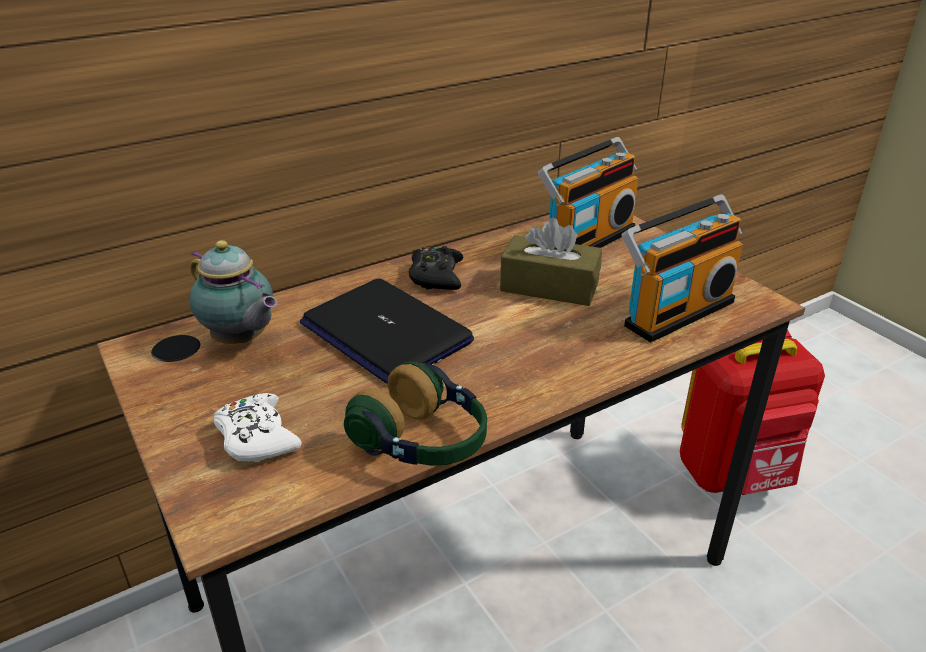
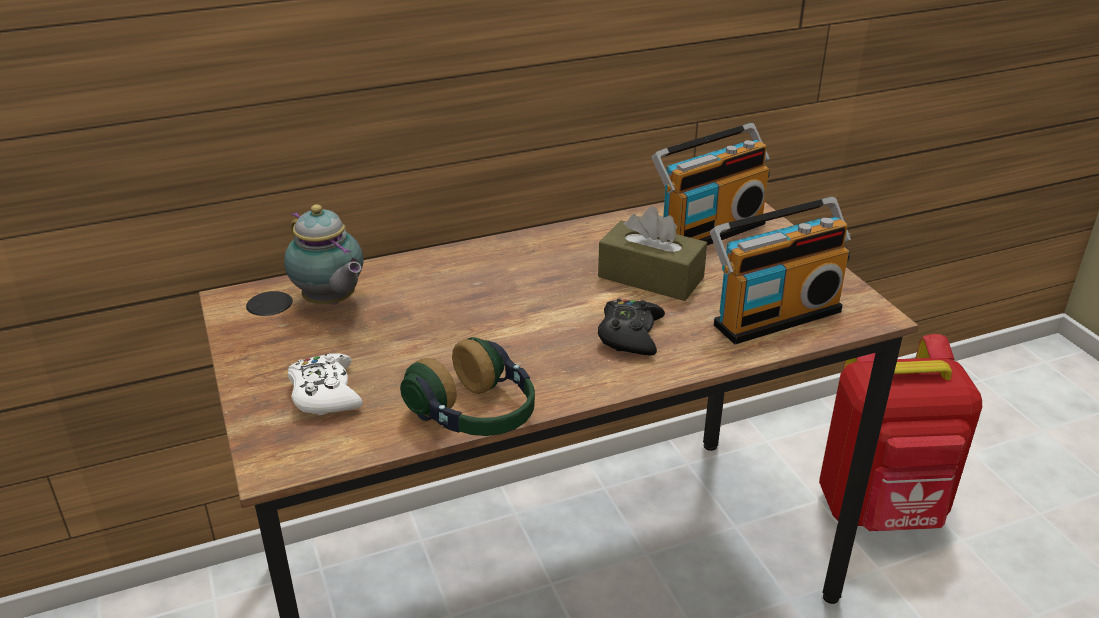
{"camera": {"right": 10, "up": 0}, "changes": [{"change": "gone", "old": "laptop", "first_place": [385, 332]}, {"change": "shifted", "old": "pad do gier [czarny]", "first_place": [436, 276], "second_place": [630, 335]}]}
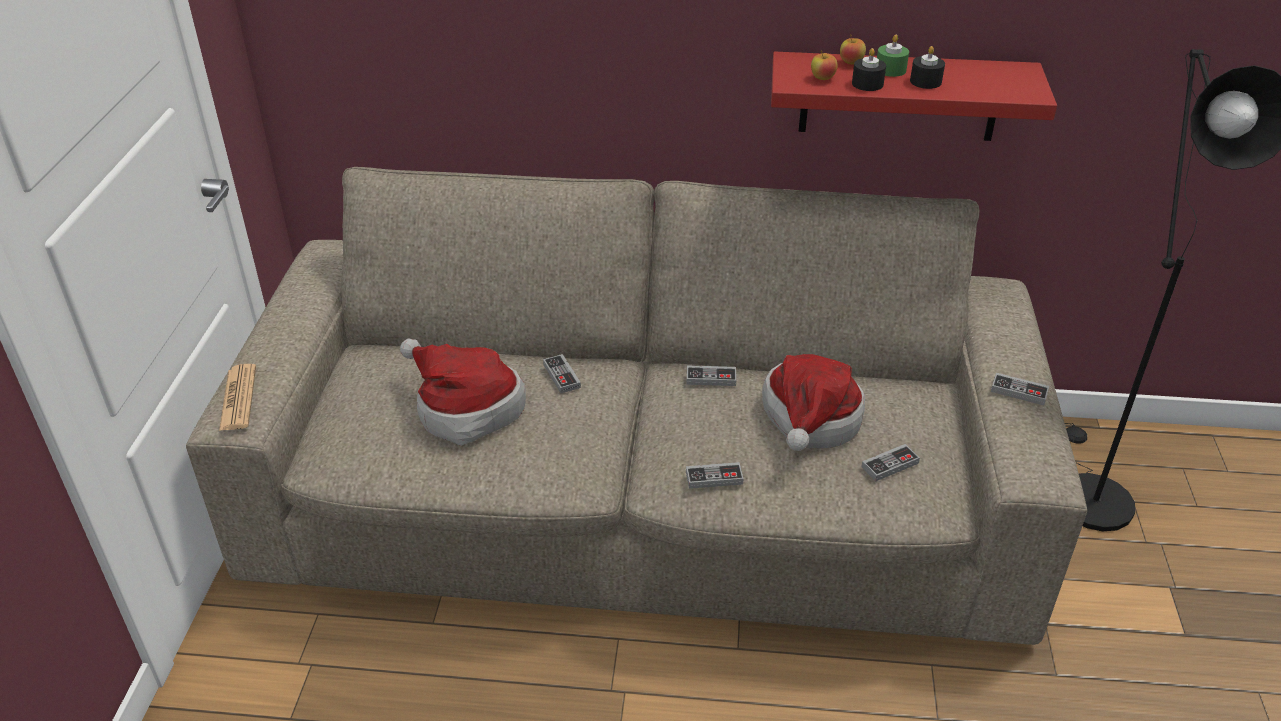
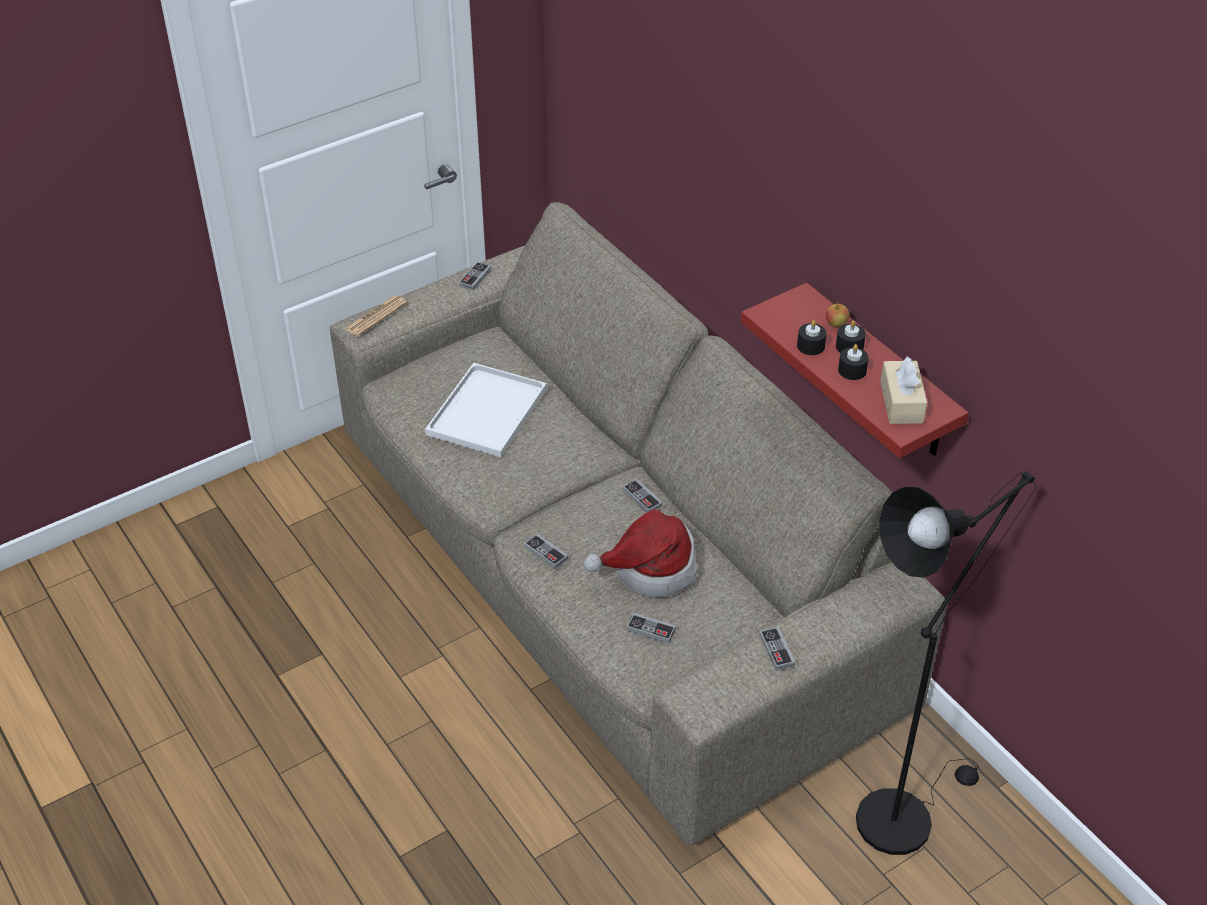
{"camera": {"right": 50, "up": 5}, "changes": [{"change": "swapped", "old": "kapelusz", "new": "taca [biały]", "first_place": [464, 409], "second_place": [487, 410]}, {"change": "shifted", "old": "pad do gier", "first_place": [561, 376], "second_place": [475, 278]}, {"change": "gone", "old": "jabłko", "first_place": [822, 78]}, {"change": "repainted", "old": "świeca [zielony]", "new": "świeca [czarny]", "first_place": [890, 69], "second_place": [849, 346]}, {"change": "new", "new": "pudełko chusteczek [beżowy]", "second_place": [901, 402]}]}
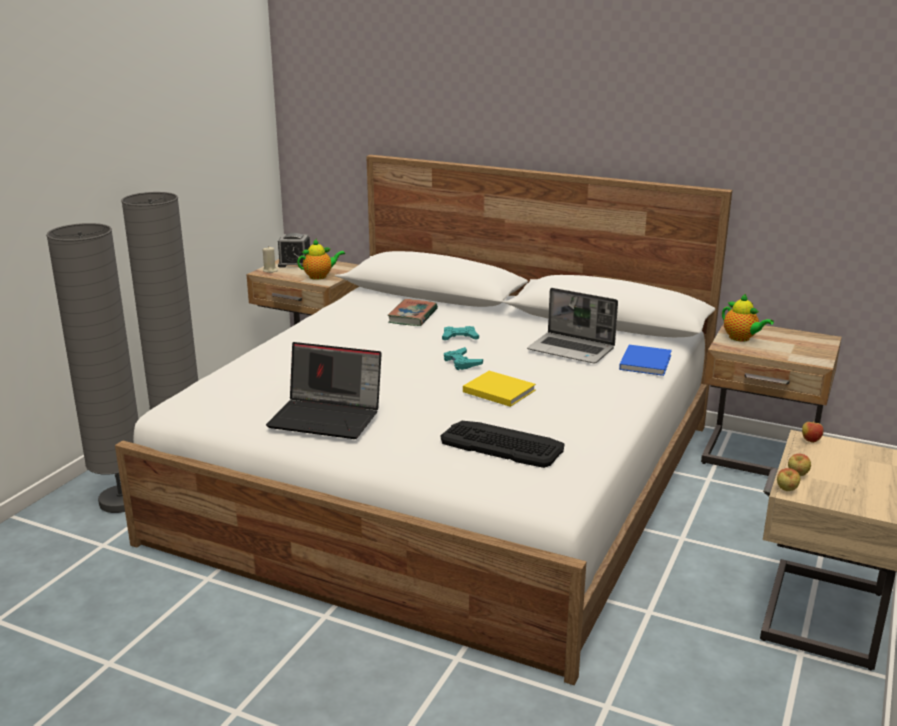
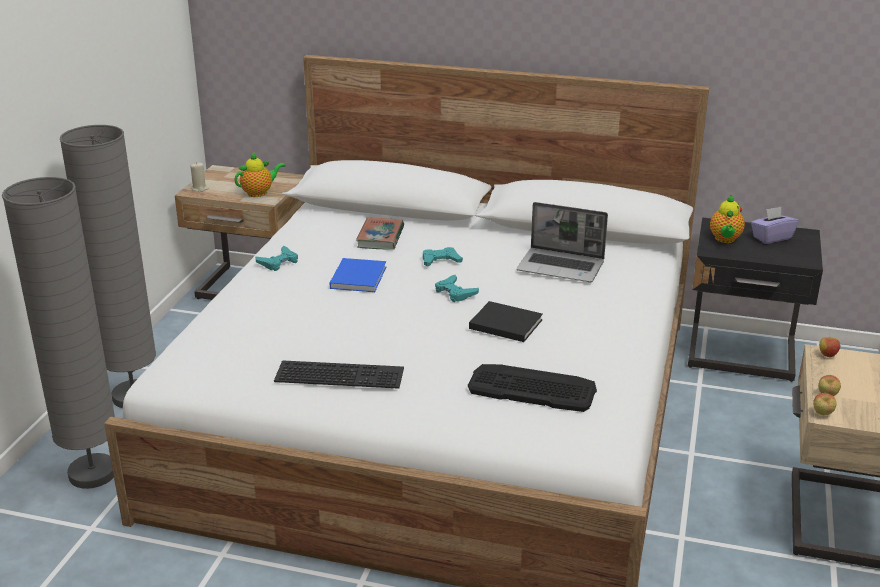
{"camera": {"right": -10, "up": 5}, "changes": [{"change": "swapped", "old": "laptop", "new": "klawiatura", "first_place": [327, 417], "second_place": [341, 373]}, {"change": "gone", "old": "budzik", "first_place": [295, 264]}, {"change": "repainted", "old": "książka [żółty]", "new": "książka [czarny]", "first_place": [497, 390], "second_place": [503, 323]}, {"change": "shifted", "old": "książka [niebieski]", "first_place": [645, 361], "second_place": [359, 276]}, {"change": "repainted", "old": "szafka nocna [beżowy]", "new": "szafka nocna [czarny]", "first_place": [759, 458], "second_place": [742, 356]}, {"change": "rotated", "old": "imbryk", "first_place": [741, 338], "second_place": [725, 240], "degrees": 60}, {"change": "new", "new": "pad do gier [turkusowy]", "second_place": [278, 262]}, {"change": "new", "new": "pudełko chusteczek [fioletowy]", "second_place": [771, 238]}]}
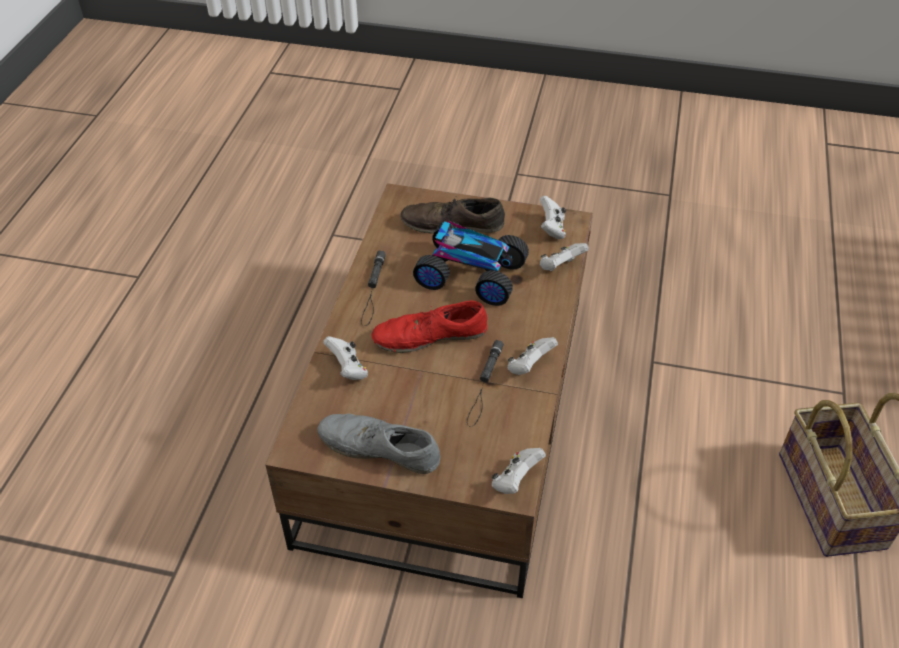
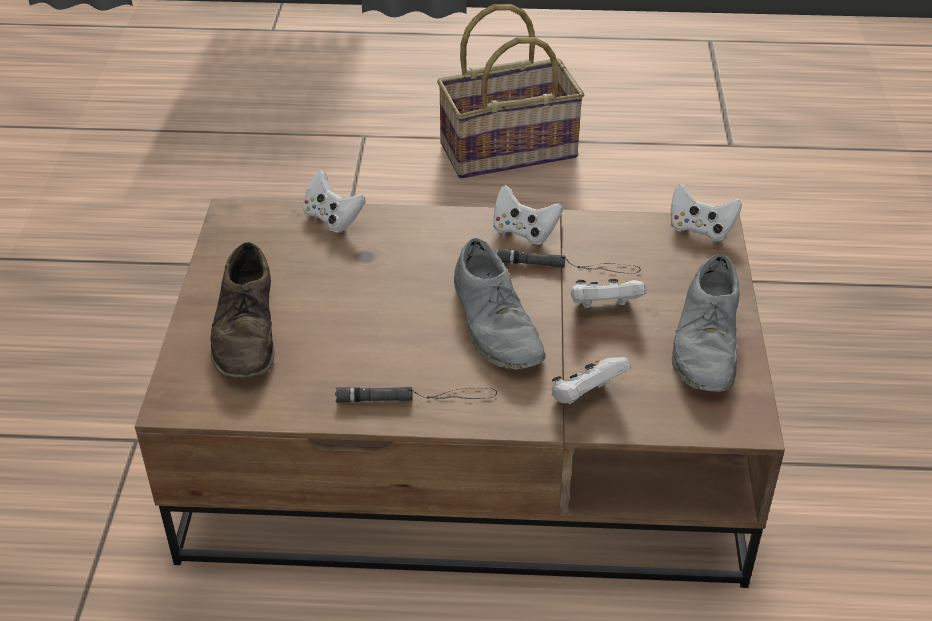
{"camera": {"right": -100, "up": -5}, "changes": [{"change": "repainted", "old": "but [czerwony]", "new": "but [szary]", "first_place": [429, 335], "second_place": [496, 324]}, {"change": "gone", "old": "samochodzik", "first_place": [470, 275]}, {"change": "shifted", "old": "pad do gier [biały]", "first_place": [552, 229], "second_place": [604, 307]}]}
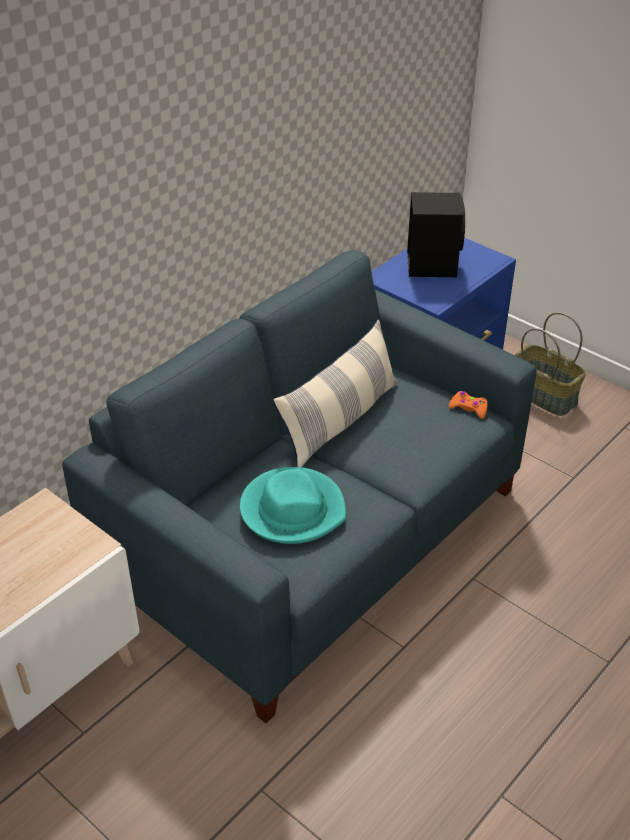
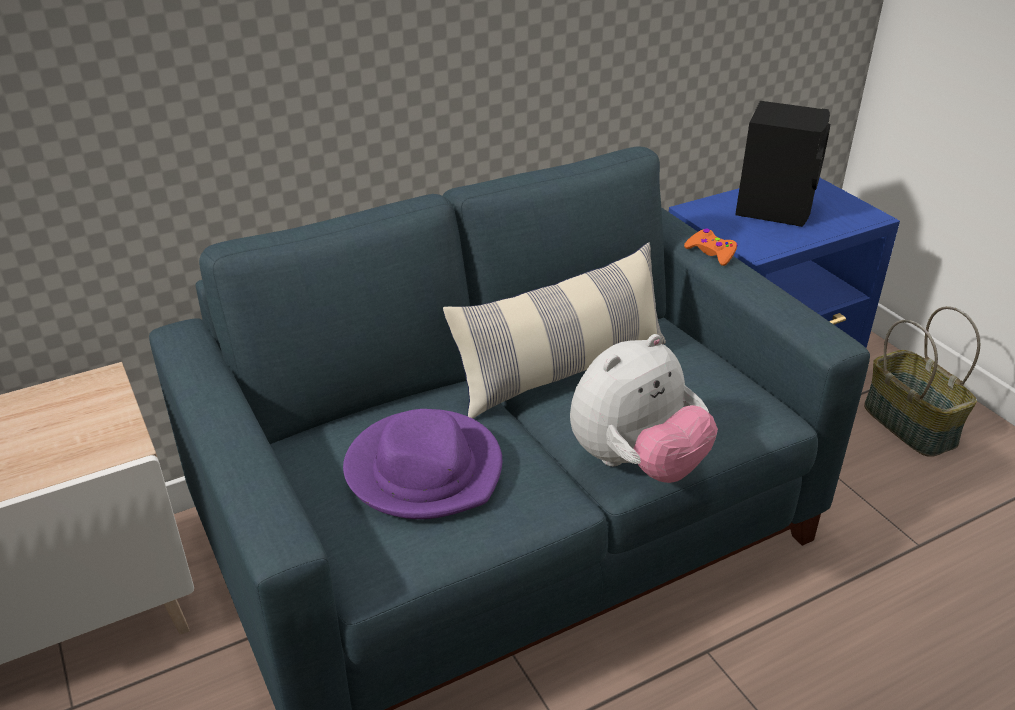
{"camera": {"right": 20, "up": -5}, "changes": [{"change": "repainted", "old": "kapelusz [turkusowy]", "new": "kapelusz [fioletowy]", "first_place": [292, 509], "second_place": [425, 470]}, {"change": "shifted", "old": "pad do gier [pomarańczowy]", "first_place": [469, 408], "second_place": [711, 253]}, {"change": "new", "new": "pluszak", "second_place": [636, 463]}]}
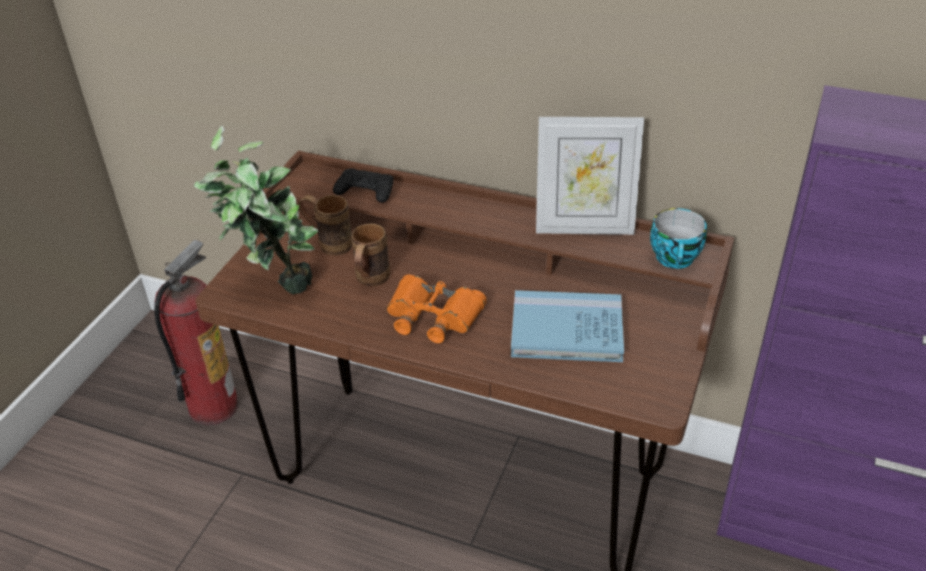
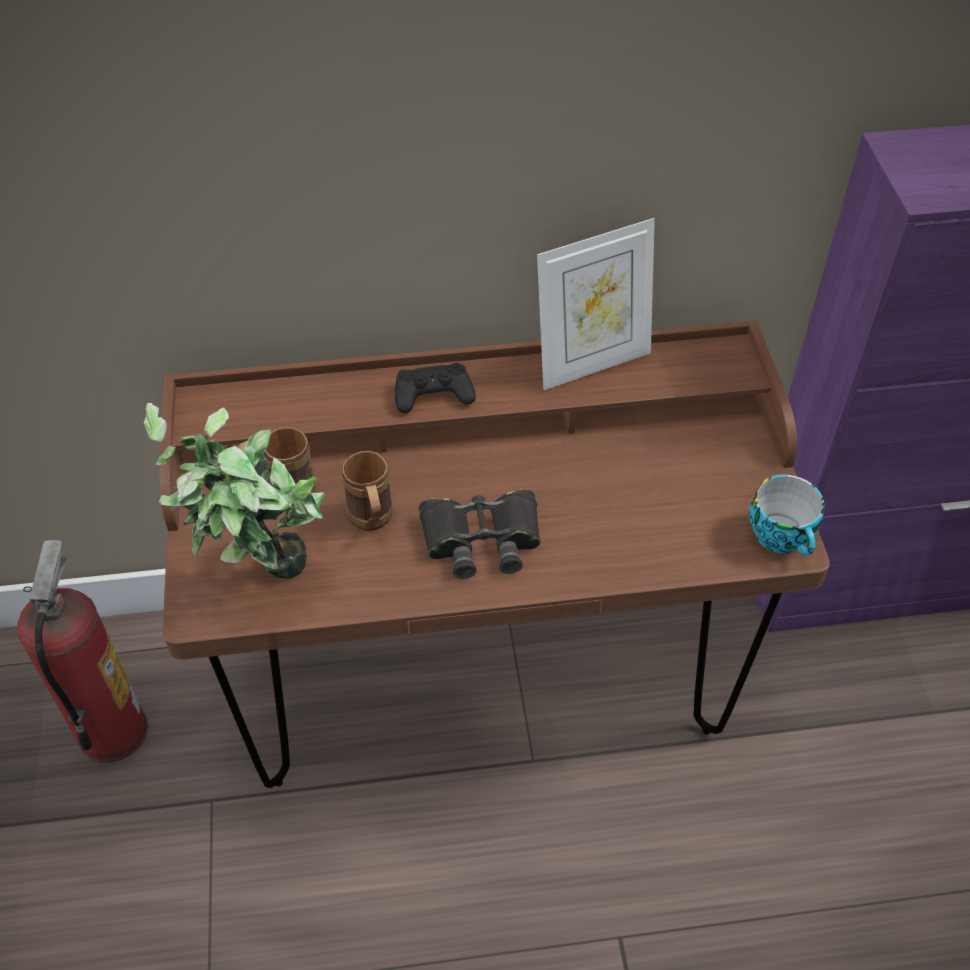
{"camera": {"right": -30, "up": 10}, "changes": [{"change": "shifted", "old": "pad do gier [czarny]", "first_place": [365, 190], "second_place": [433, 394]}, {"change": "repainted", "old": "lornetka [pomarańczowy]", "new": "lornetka [czarny]", "first_place": [433, 315], "second_place": [481, 539]}, {"change": "gone", "old": "książka [niebieski]", "first_place": [566, 330]}, {"change": "shifted", "old": "filiżanka", "first_place": [676, 259], "second_place": [782, 536]}]}
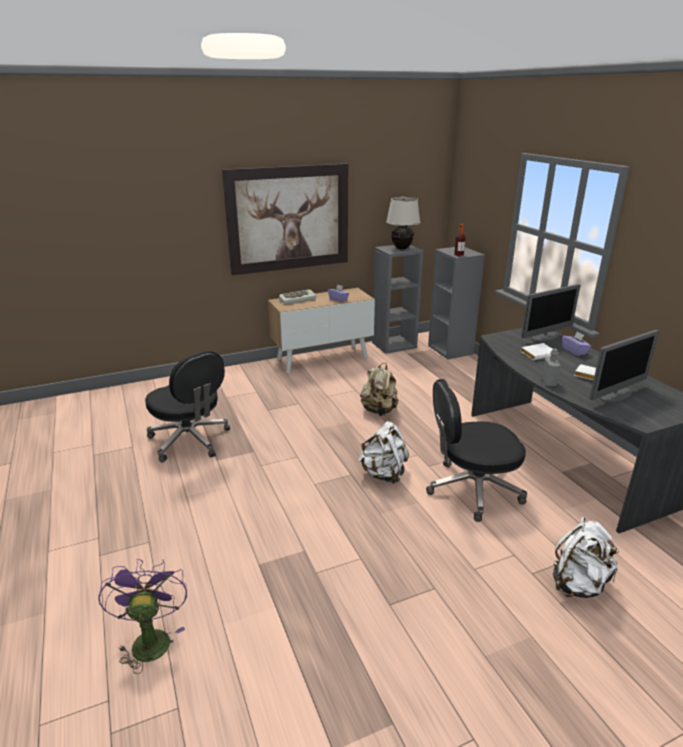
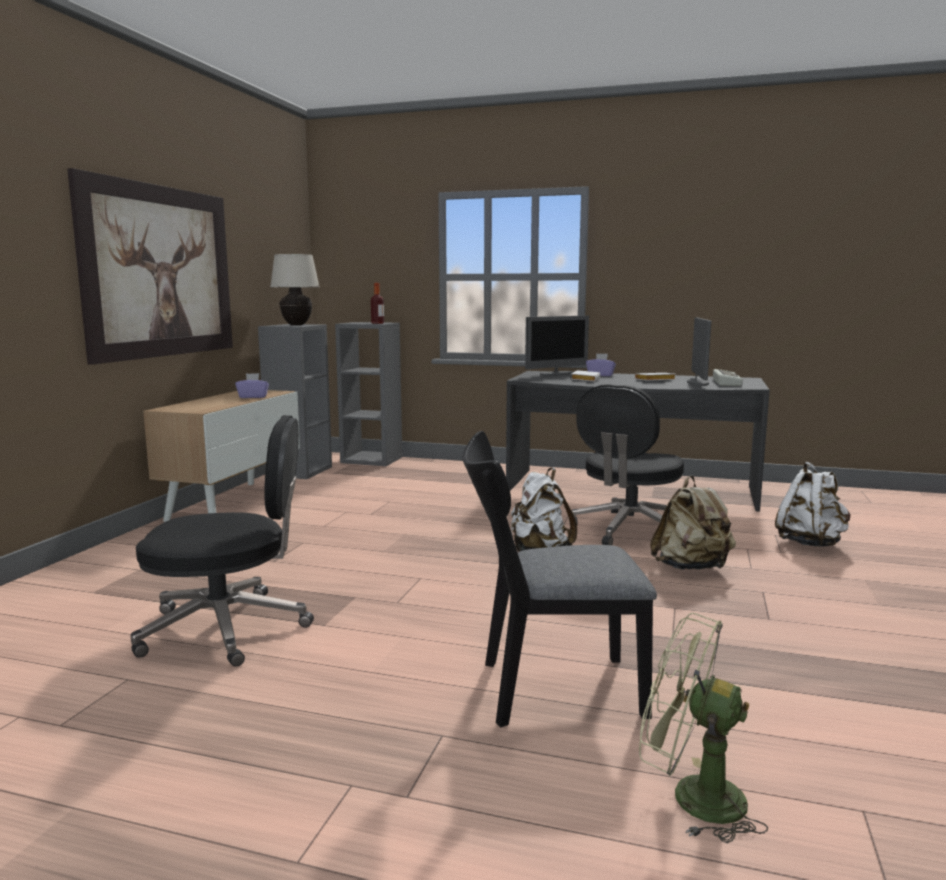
{"camera": {"right": -50, "up": -15}, "changes": [{"change": "repainted", "old": "wentylator [fioletowy]", "new": "wentylator [zielony]", "first_place": [150, 638], "second_place": [692, 797]}, {"change": "shifted", "old": "klawiatura", "first_place": [297, 300], "second_place": [725, 382]}, {"change": "shifted", "old": "plecak [beżowy]", "first_place": [379, 410], "second_place": [691, 568]}, {"change": "rotated", "old": "monitor", "first_place": [546, 337], "second_place": [556, 374], "degrees": 45}, {"change": "gone", "old": "butelka [szary]", "first_place": [548, 383]}, {"change": "new", "new": "krzesło [czarny]", "second_place": [548, 689]}]}
